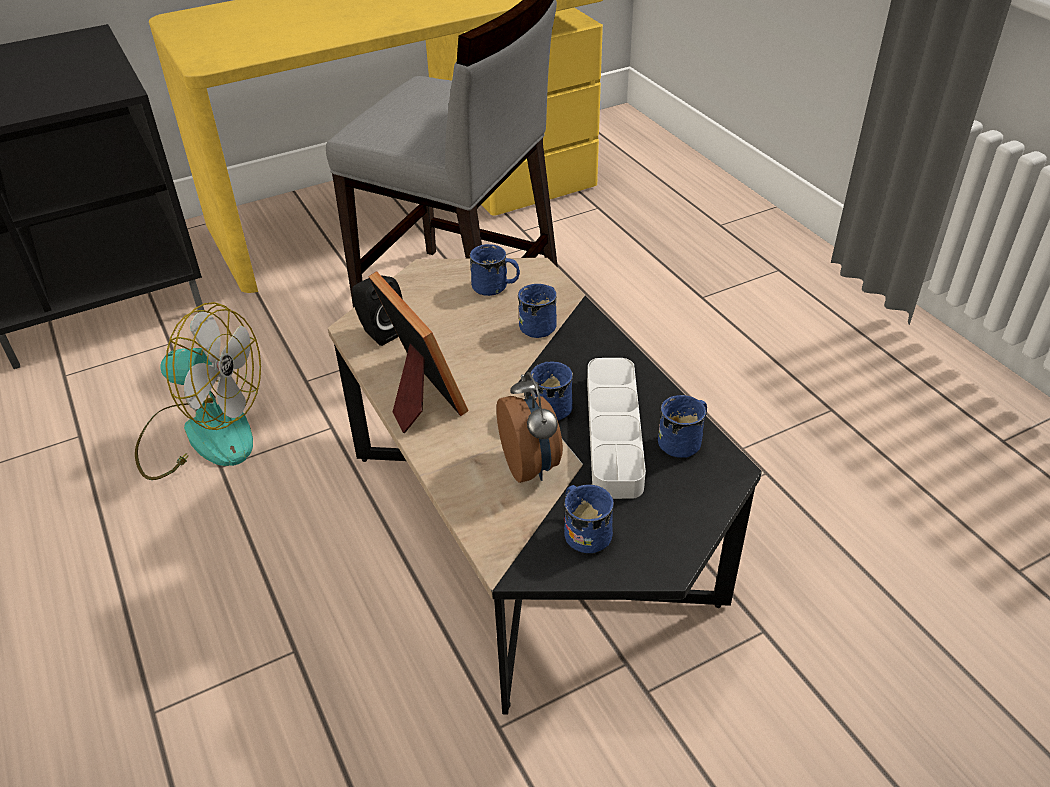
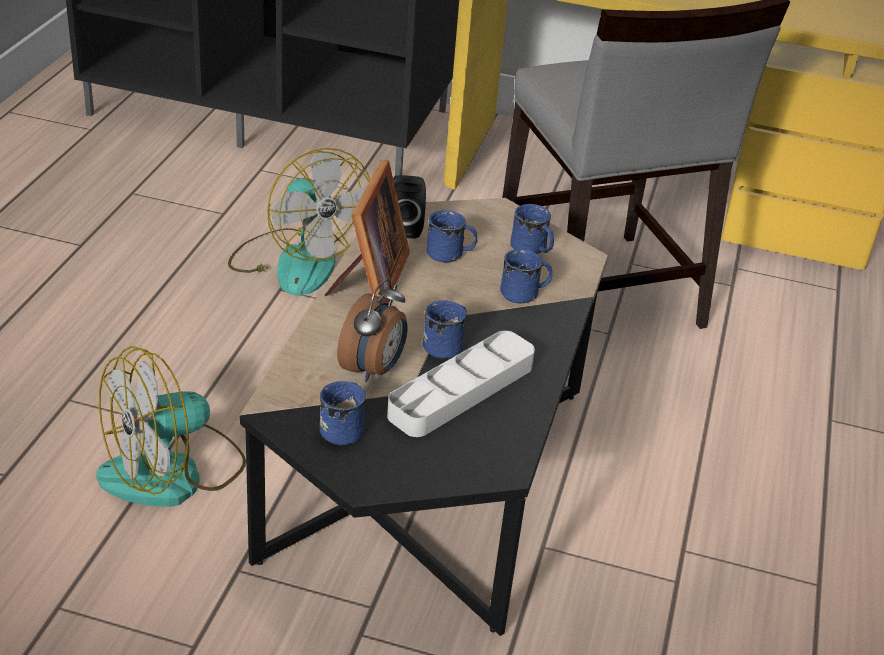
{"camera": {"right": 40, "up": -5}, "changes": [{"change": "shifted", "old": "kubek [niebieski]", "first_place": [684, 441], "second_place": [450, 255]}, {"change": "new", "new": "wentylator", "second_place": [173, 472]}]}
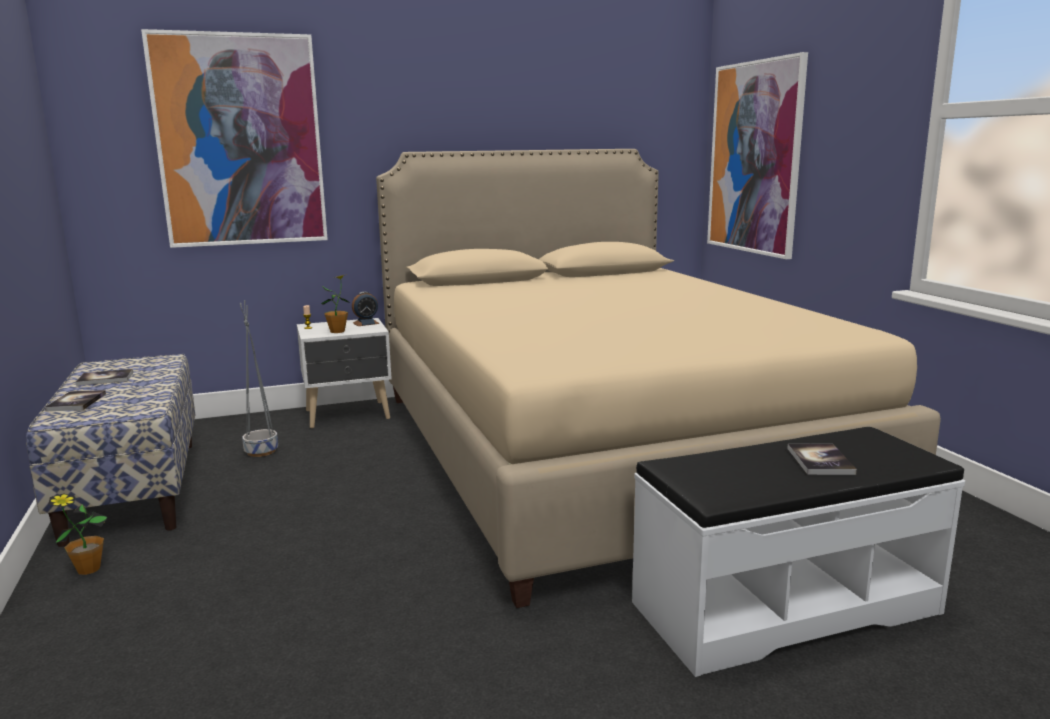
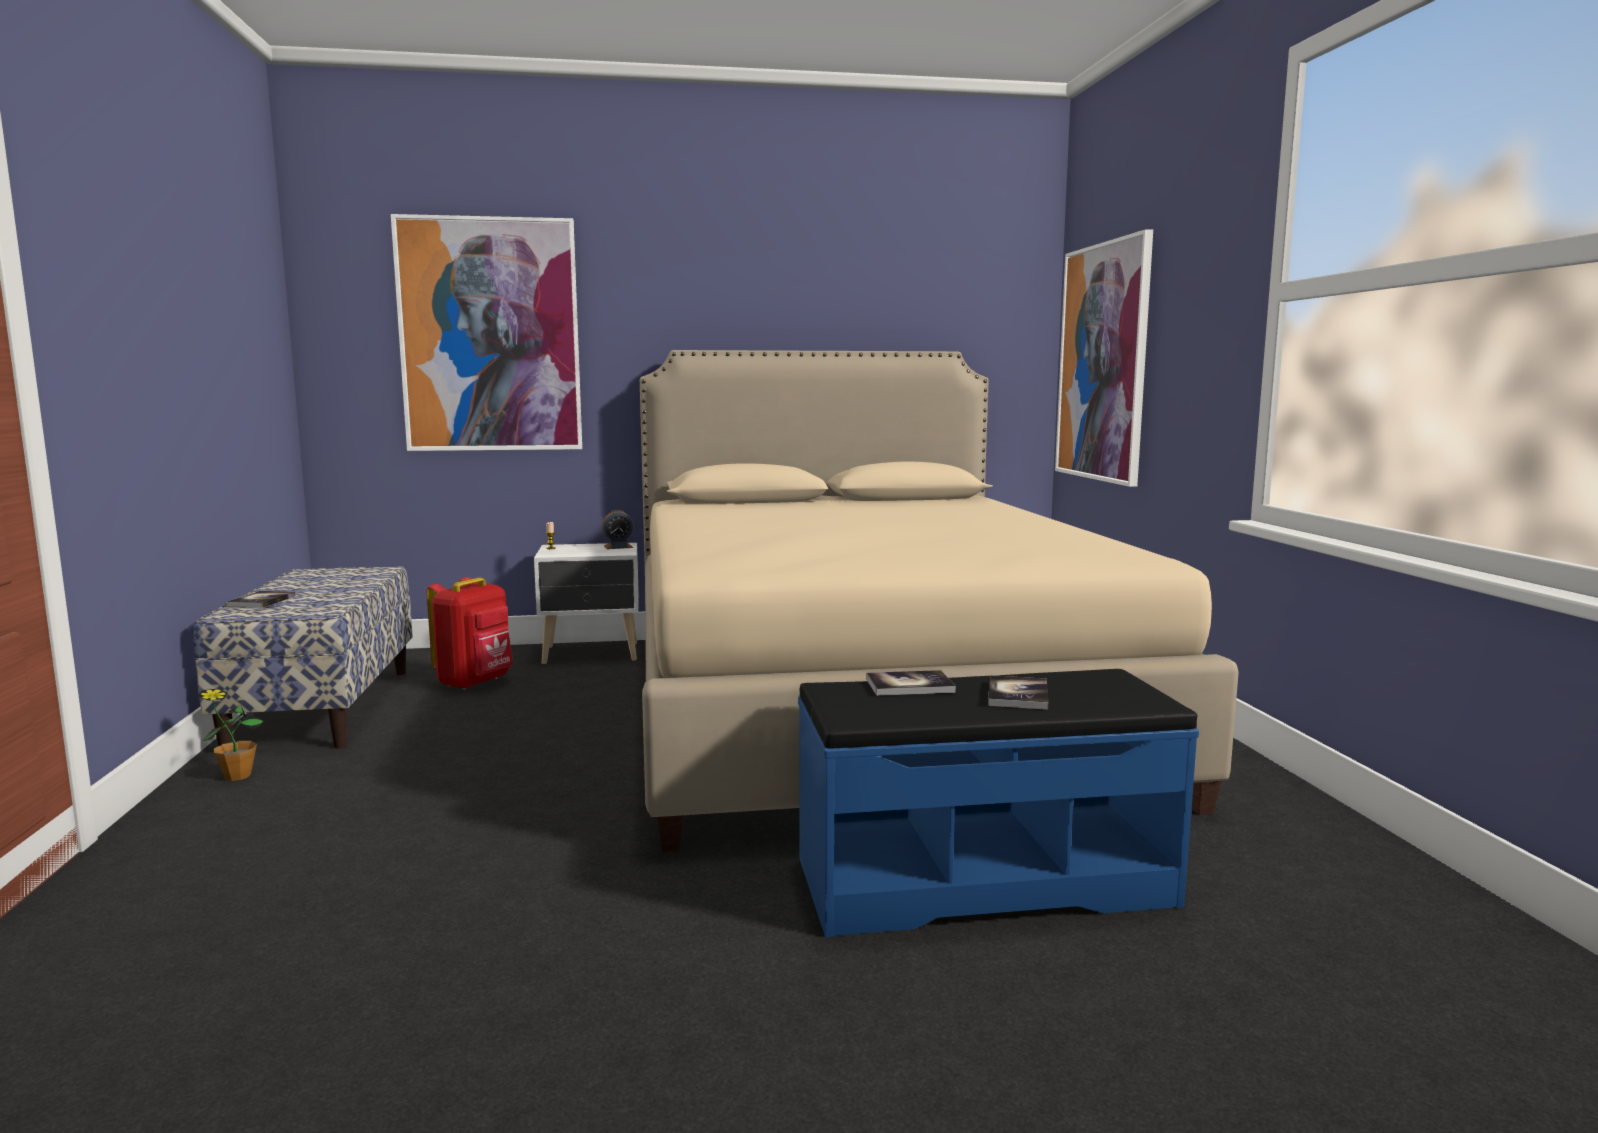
{"camera": {"right": 10, "up": -5}, "changes": [{"change": "shifted", "old": "książka", "first_place": [105, 379], "second_place": [909, 685]}, {"change": "swapped", "old": "donica [szary]", "new": "plecak [czerwony]", "first_place": [261, 451], "second_place": [476, 682]}, {"change": "gone", "old": "roślina doniczkowa", "first_place": [337, 331]}, {"change": "repainted", "old": "ławka [biały]", "new": "ławka [niebieski]", "first_place": [783, 606], "second_place": [981, 880]}]}
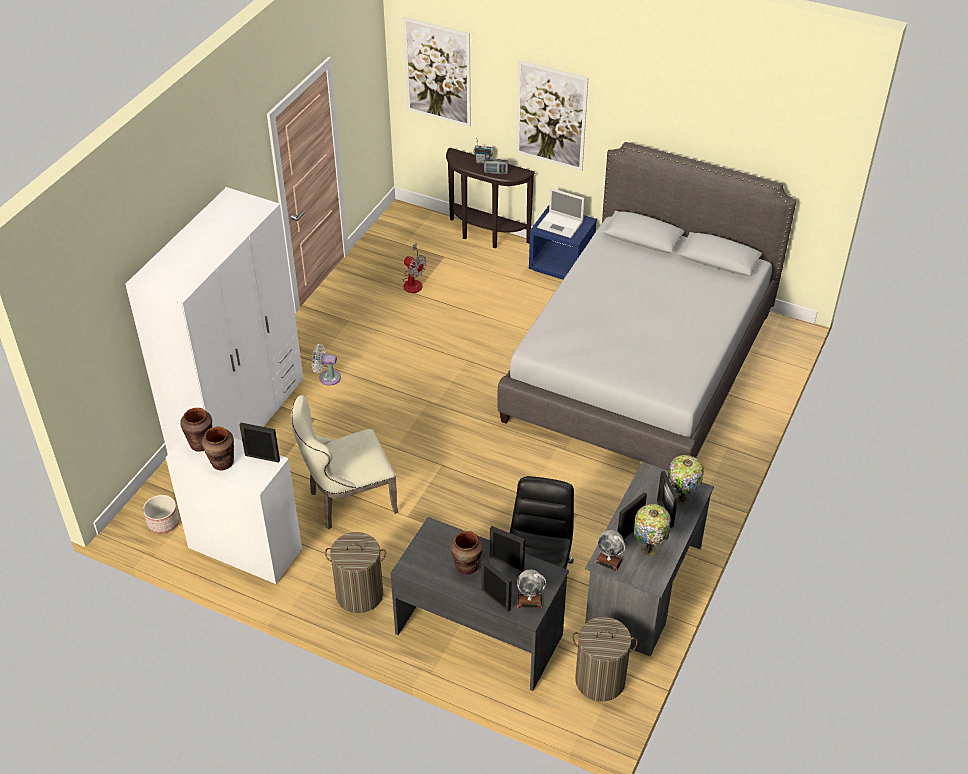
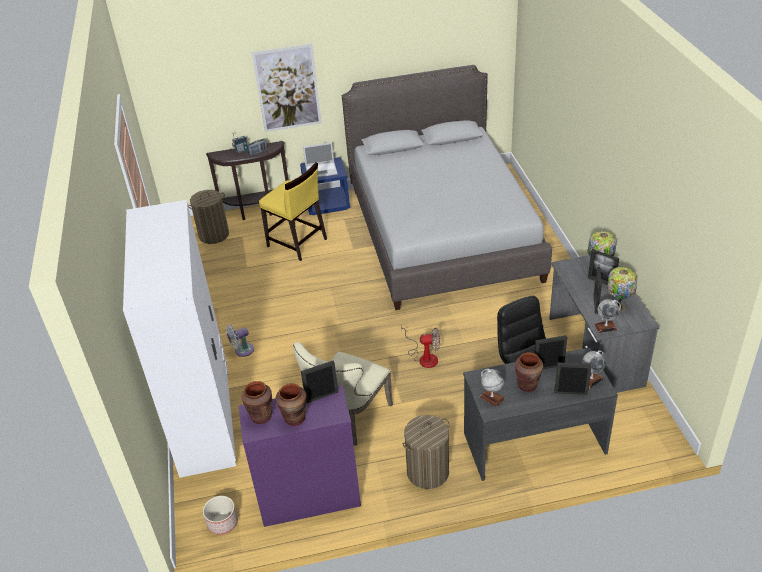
{"camera": {"right": -35, "up": -5}, "changes": [{"change": "repainted", "old": "komoda [biały]", "new": "komoda [fioletowy]", "first_place": [245, 548], "second_place": [309, 498]}, {"change": "gone", "old": "obraz", "first_place": [437, 72]}, {"change": "shifted", "old": "wentylator", "first_place": [413, 282], "second_place": [424, 357]}, {"change": "shifted", "old": "kosz na pranie", "first_place": [600, 680], "second_place": [214, 235]}, {"change": "new", "new": "krzesło [żółty]", "second_place": [297, 243]}, {"change": "new", "new": "globus", "second_place": [491, 398]}]}
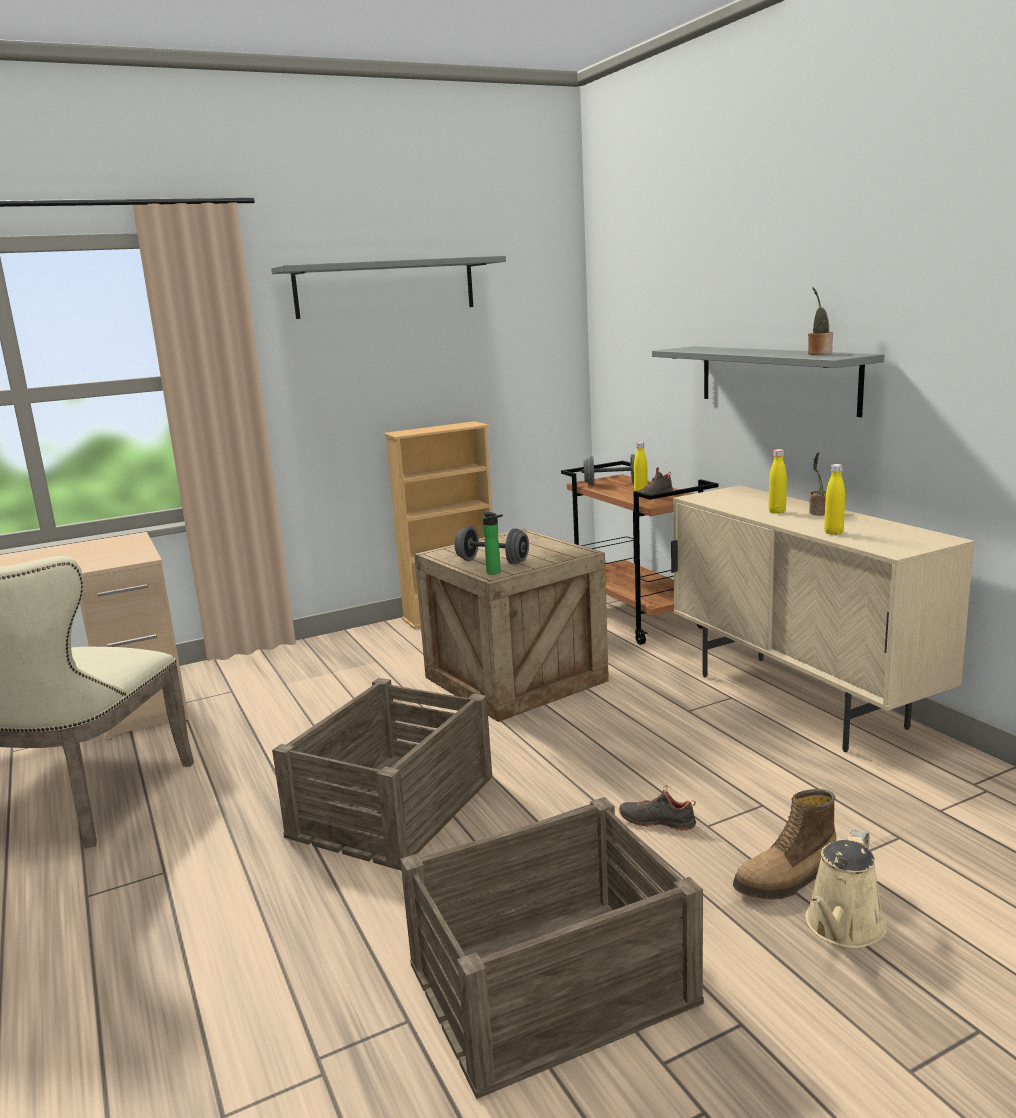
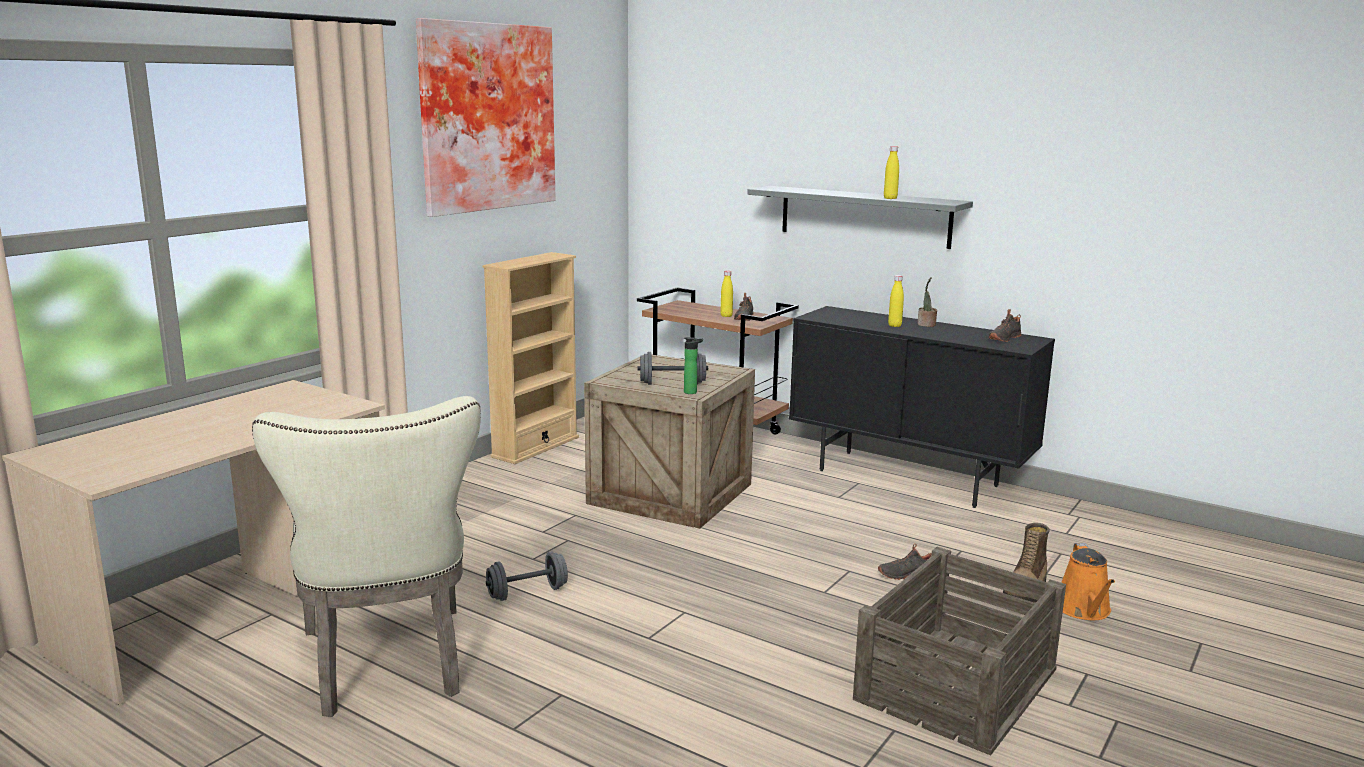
{"camera": {"right": -30, "up": 0}, "changes": [{"change": "swapped", "old": "półka [szary]", "new": "obraz", "first_place": [385, 288], "second_place": [484, 117]}, {"change": "gone", "old": "skrzynka", "first_place": [395, 805]}, {"change": "shifted", "old": "hantel [szary]", "first_place": [612, 483], "second_place": [527, 593]}, {"change": "repainted", "old": "szafka [beżowy]", "new": "szafka [czarny]", "first_place": [799, 701], "second_place": [908, 478]}, {"change": "repainted", "old": "konewka [beżowy]", "new": "konewka [pomarańczowy]", "first_place": [842, 928], "second_place": [1084, 610]}, {"change": "gone", "old": "roślina doniczkowa", "first_place": [818, 353]}, {"change": "shifted", "old": "butelka [żółty]", "first_place": [833, 533], "second_place": [890, 198]}, {"change": "new", "new": "but [czarny]", "second_place": [1003, 338]}]}
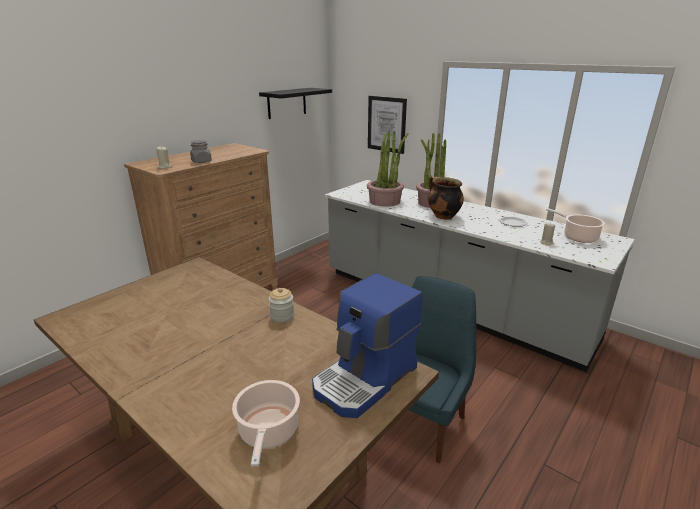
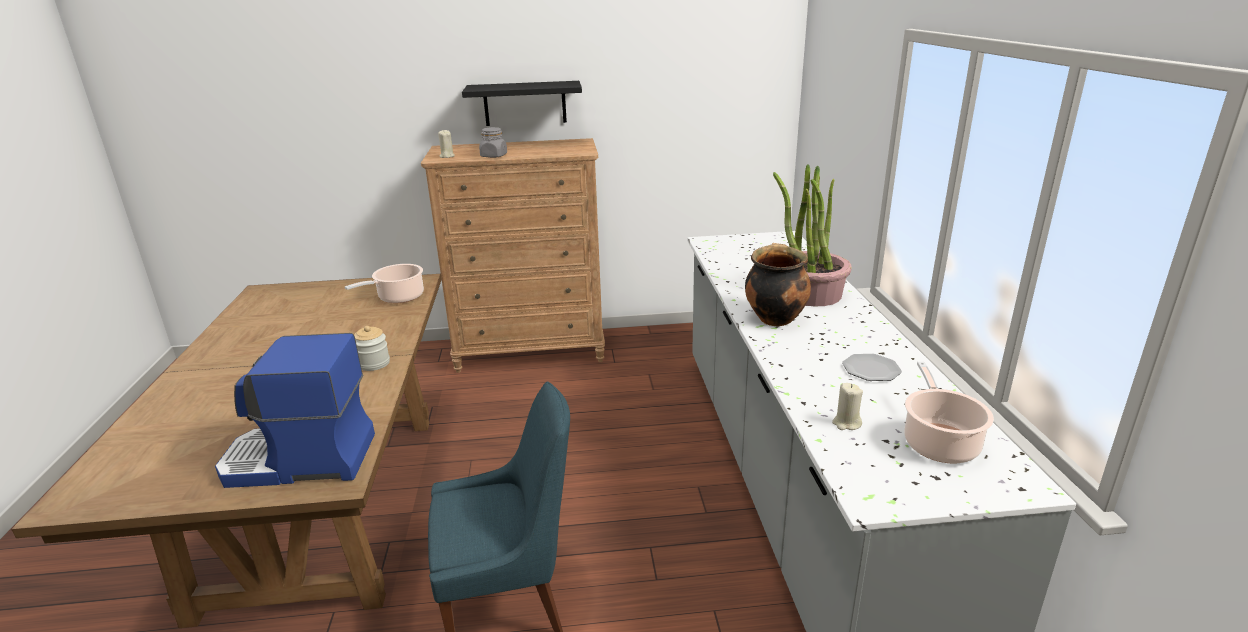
{"camera": {"right": 45, "up": 0}, "changes": [{"change": "shifted", "old": "garnek", "first_place": [268, 432], "second_place": [398, 298]}, {"change": "shifted", "old": "półka [czarny]", "first_place": [286, 103], "second_place": [525, 103]}, {"change": "gone", "old": "roślina doniczkowa", "first_place": [385, 201]}, {"change": "gone", "old": "obraz", "first_place": [386, 124]}]}
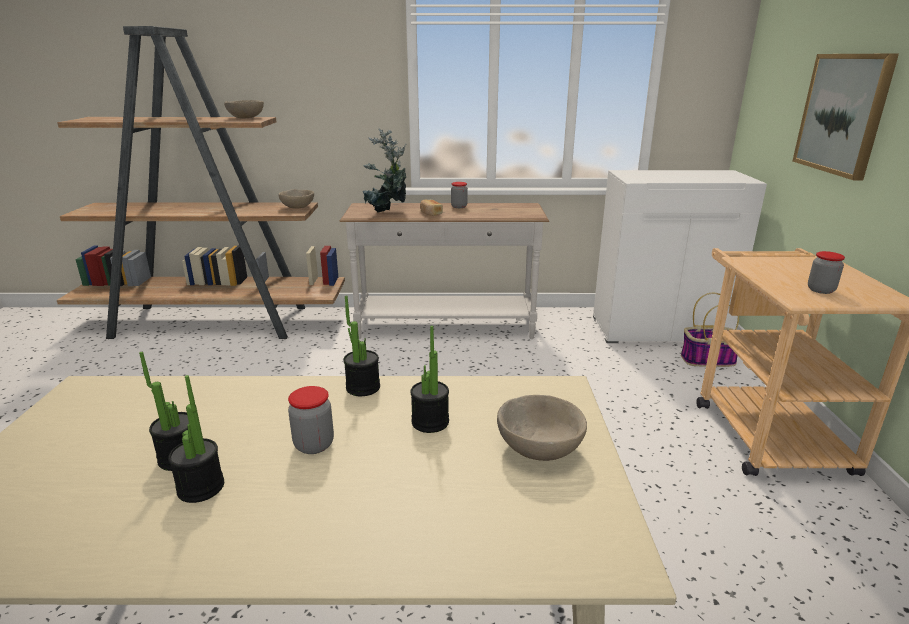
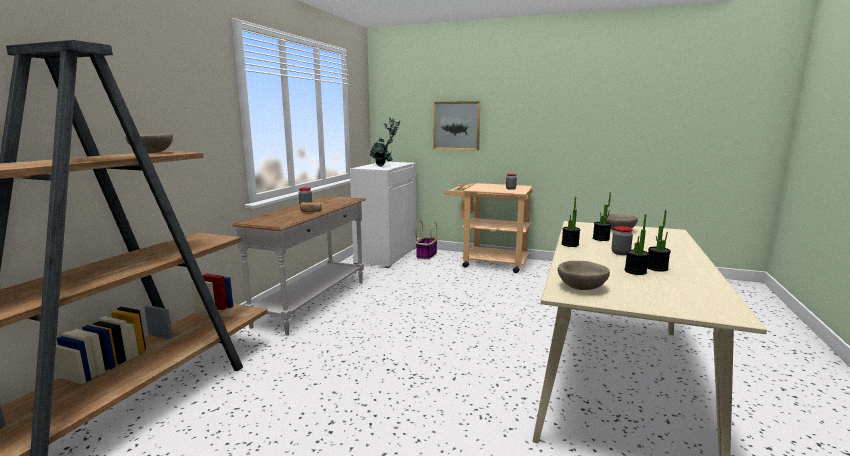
{"camera": {"right": -70, "up": -10}, "changes": [{"change": "shifted", "old": "miska [beżowy]", "first_place": [298, 208], "second_place": [582, 287]}, {"change": "shifted", "old": "roślina doniczkowa", "first_place": [388, 213], "second_place": [384, 166]}]}
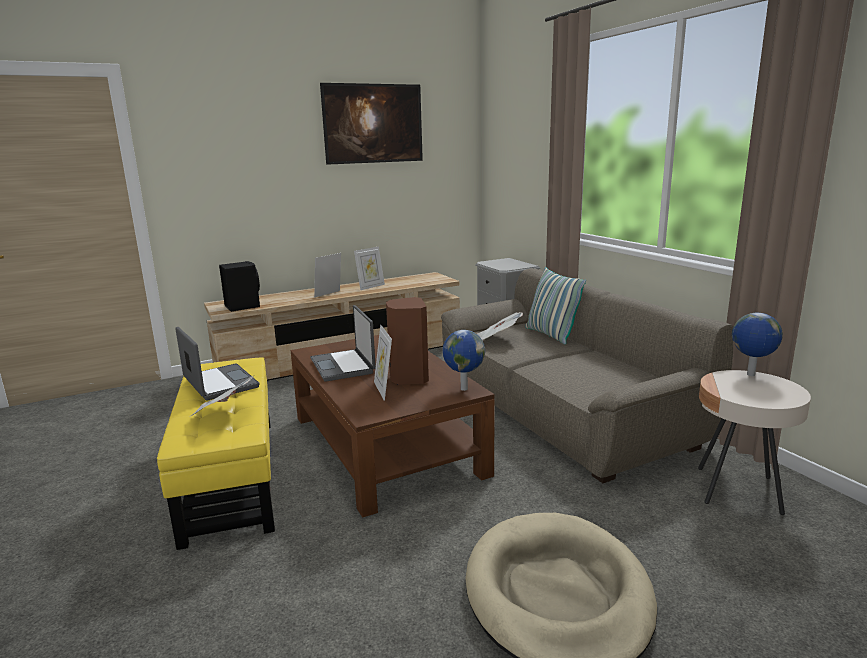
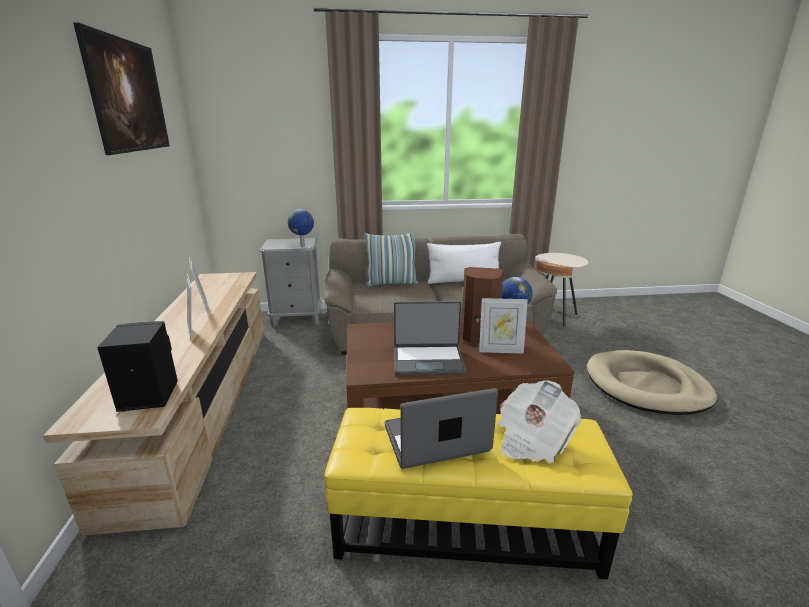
{"camera": {"right": -70, "up": 5}, "changes": [{"change": "gone", "old": "gazeta", "first_place": [496, 339]}, {"change": "shifted", "old": "globus", "first_place": [750, 375], "second_place": [303, 246]}, {"change": "new", "new": "poduszka [biały]", "second_place": [463, 281]}]}
